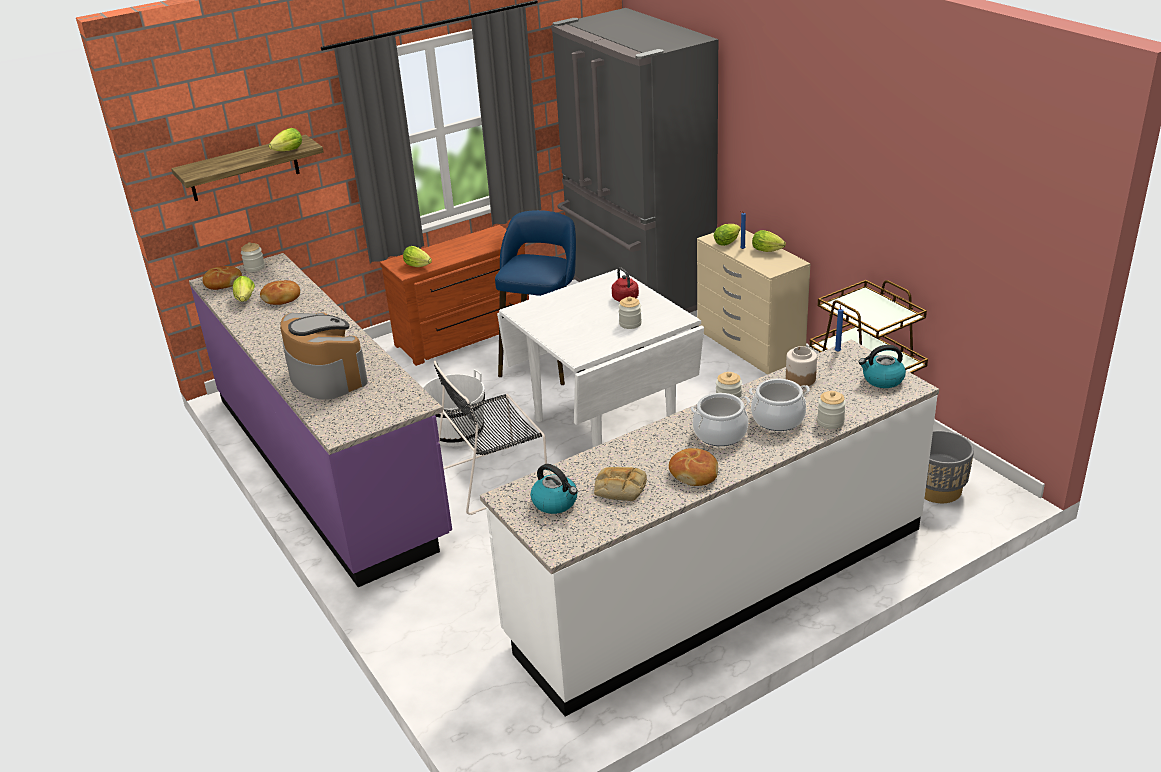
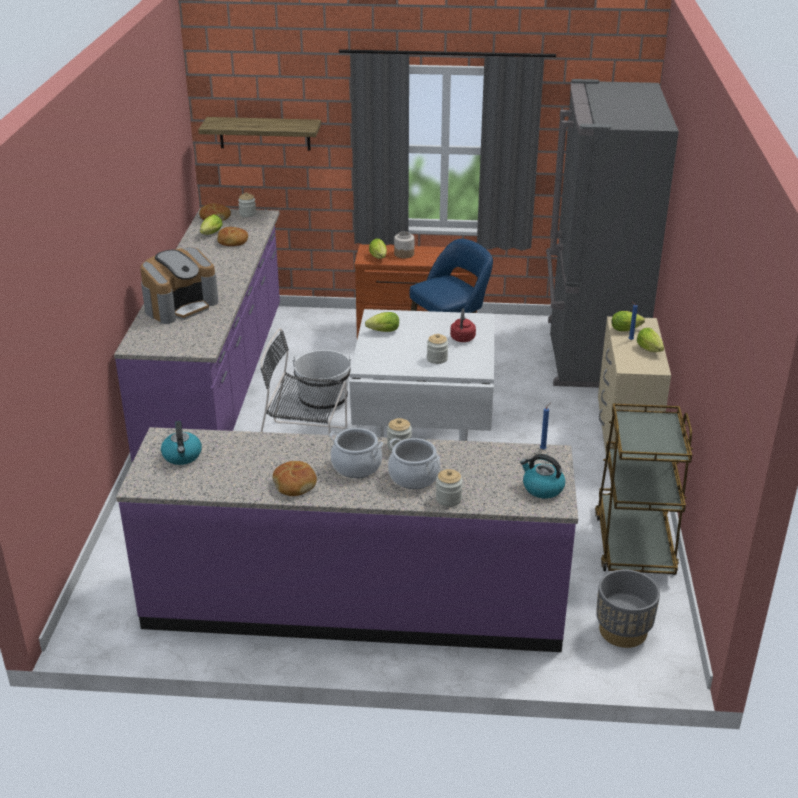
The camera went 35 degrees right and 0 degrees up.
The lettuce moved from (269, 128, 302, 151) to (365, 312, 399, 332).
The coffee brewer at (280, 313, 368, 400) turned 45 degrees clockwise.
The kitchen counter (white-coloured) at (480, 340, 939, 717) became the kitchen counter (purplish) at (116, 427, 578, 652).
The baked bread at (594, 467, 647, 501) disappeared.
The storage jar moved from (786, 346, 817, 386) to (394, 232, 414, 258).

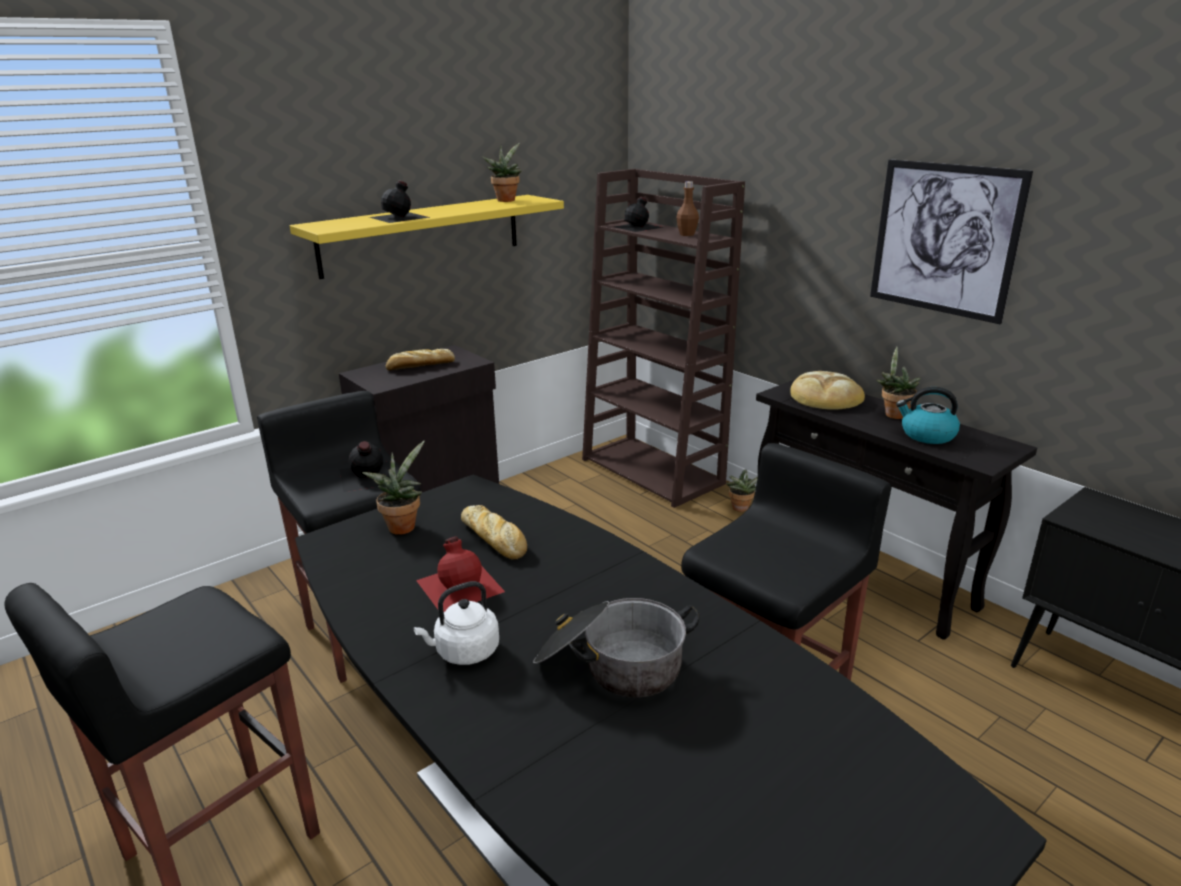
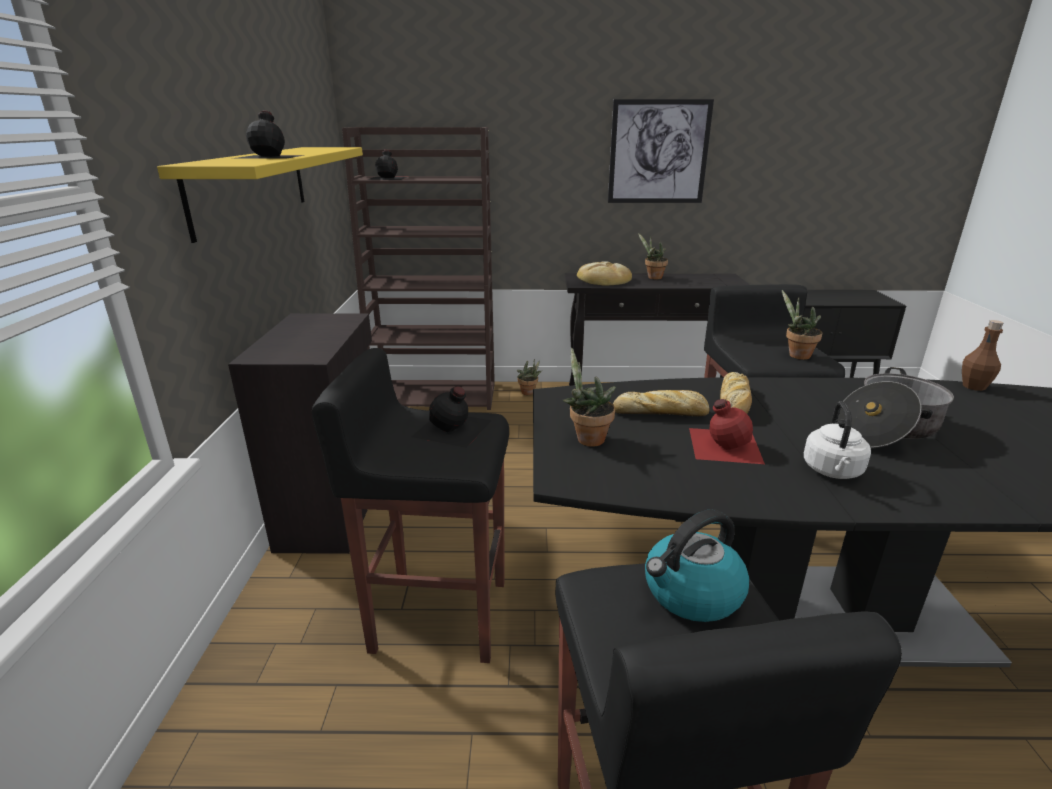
The camera went 50 degrees left and 0 degrees up.
The baked bread moved from (386, 349, 455, 371) to (720, 372, 752, 414).
The plant in a pot moved from (482, 143, 522, 202) to (782, 290, 822, 360).
The beverage bottle (brown-coloured) moved from (677, 181, 699, 236) to (962, 320, 1003, 391).
The water kettle moved from (896, 387, 960, 444) to (645, 509, 750, 622).

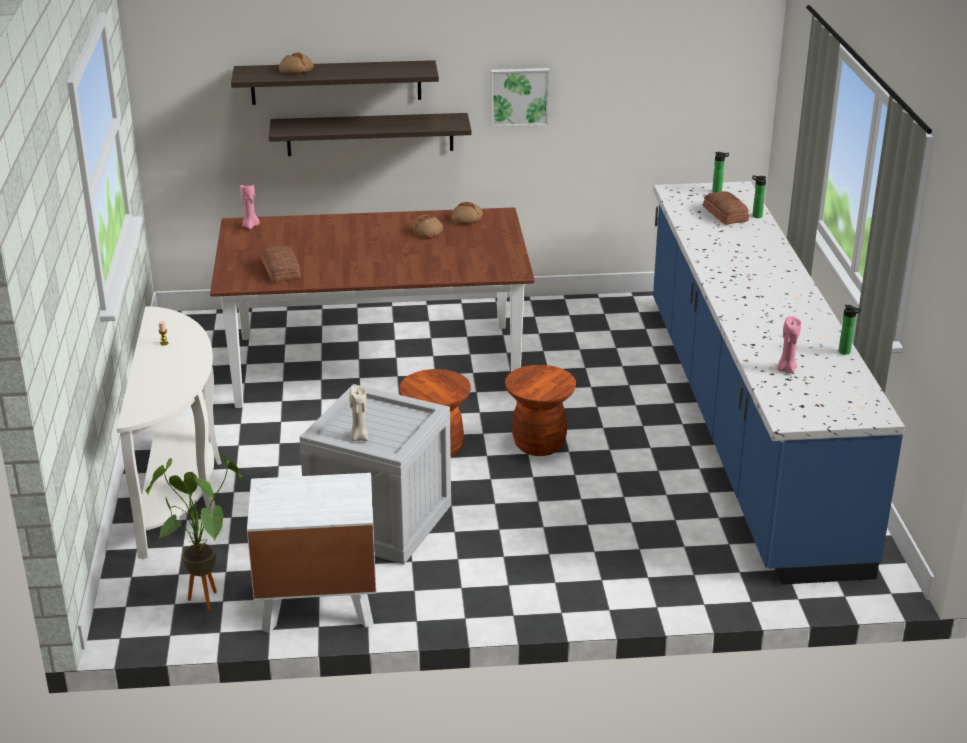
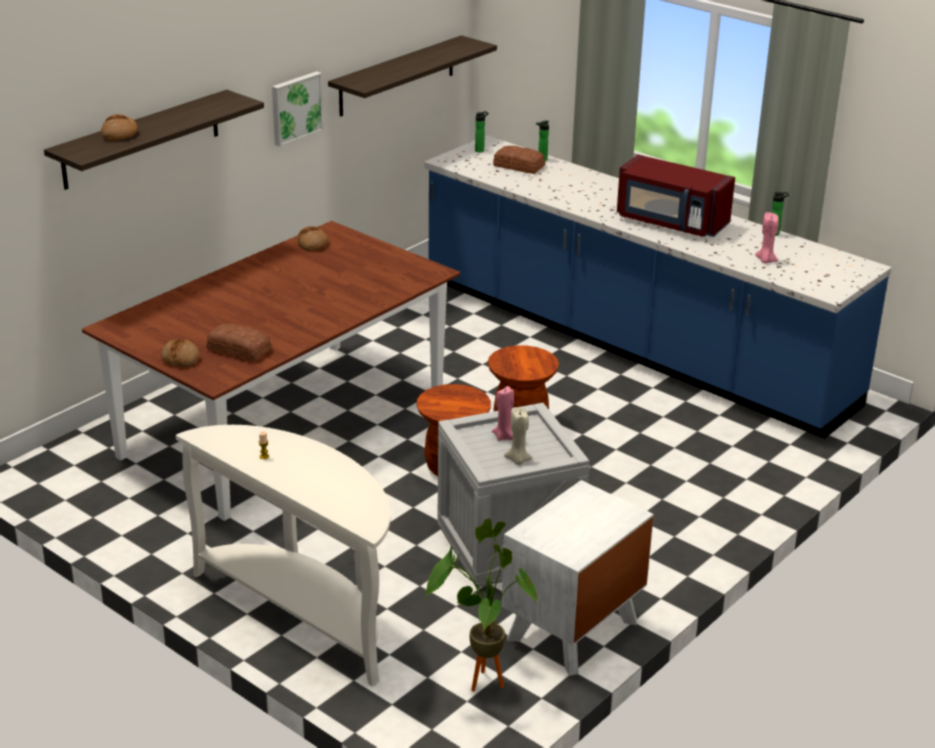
The camera went 45 degrees left and 0 degrees up.
The candle (pinkish) moved from (240, 185, 260, 229) to (492, 386, 514, 441).
The shelf moved from (269, 113, 472, 156) to (328, 35, 497, 117).
The baked bread moved from (412, 214, 443, 238) to (161, 339, 200, 367).
The microwave (red-coloured) at (617, 155, 735, 237) appeared.

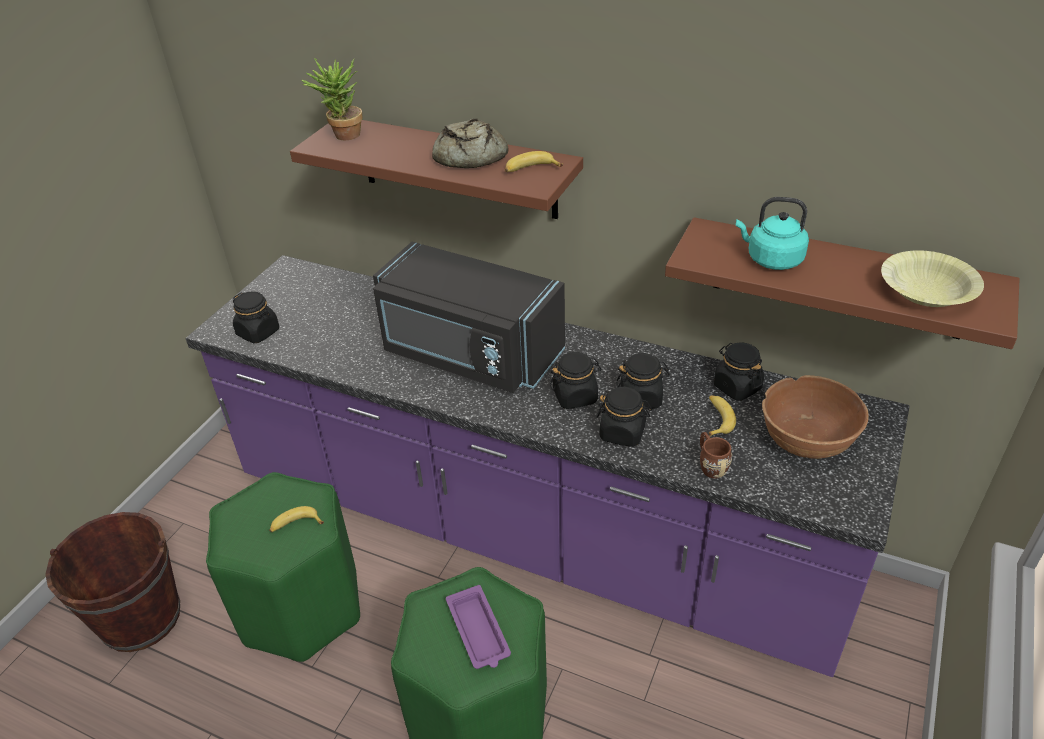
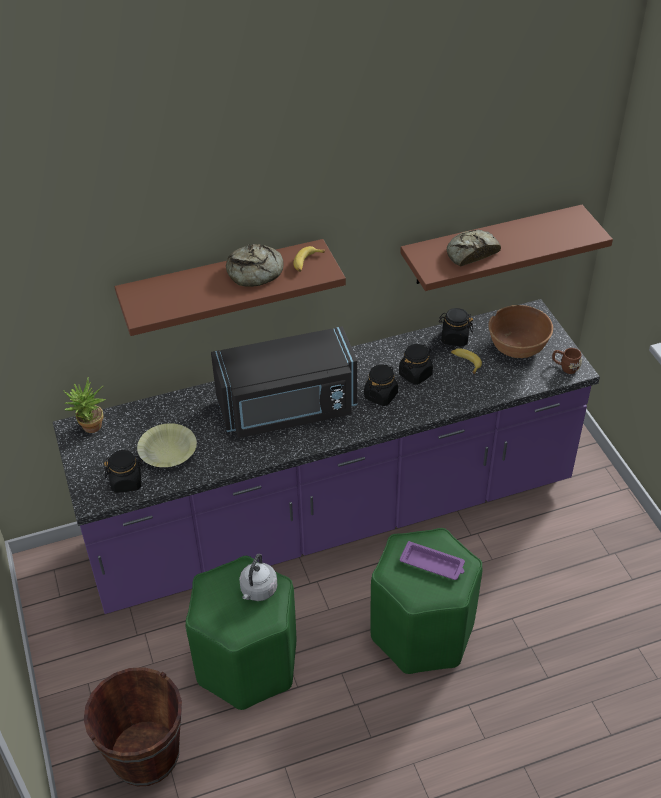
The camera went 45 degrees left and 5 degrees up.
The whole banana at (269, 506, 324, 532) was replaced by the water kettle (grey) at (239, 554, 278, 601).
The plant in a pot moved from (301, 58, 363, 140) to (63, 377, 106, 433).
The storage jar (blackish) at (597, 387, 652, 447) disappeared.
The mug (brown-coloured) moved from (700, 432, 732, 479) to (552, 348, 582, 374).
The water kettle (blue-green) at (736, 197, 809, 270) was replaced by the baked bread at (447, 230, 501, 267).
The serving bowl (yellow) moved from (881, 250, 984, 307) to (137, 423, 197, 467).

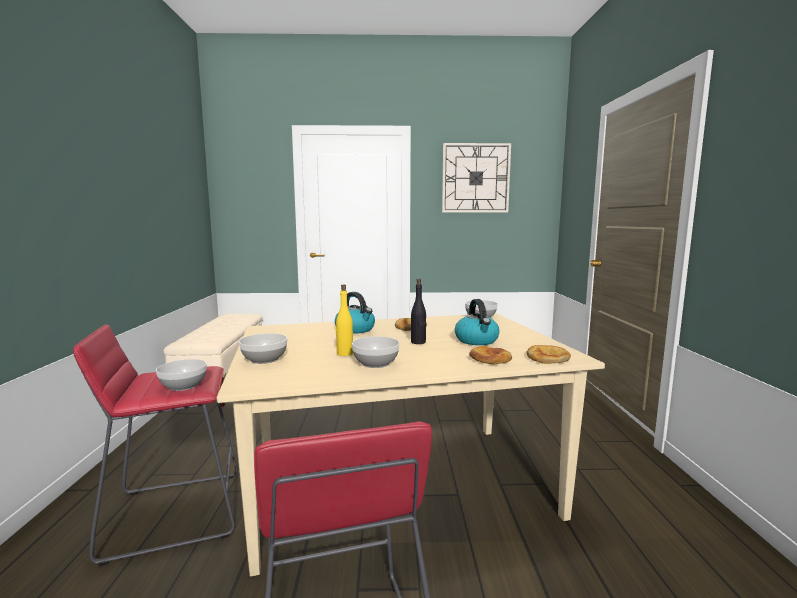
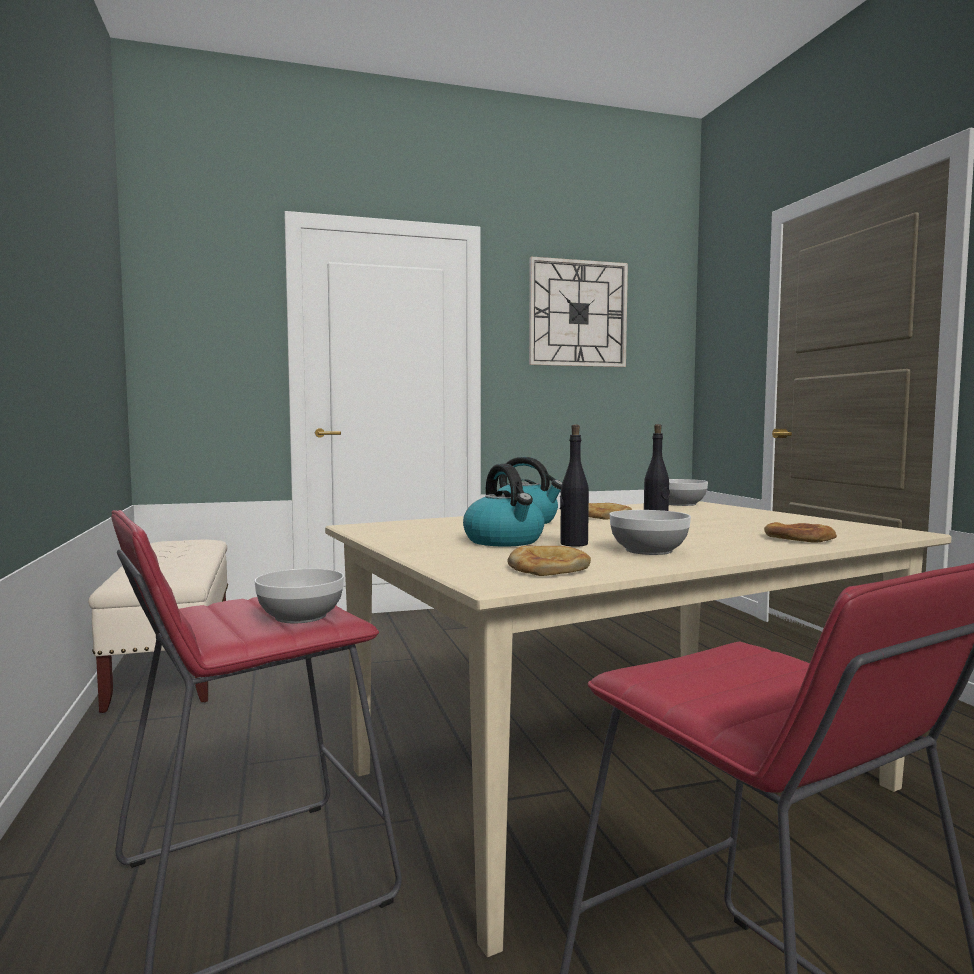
The camera went 15 degrees left and 5 degrees down.
The serving bowl at (239, 333, 287, 364) disappeared.
The beverage bottle (yellow) at (336, 284, 353, 356) became the beverage bottle (blackish) at (560, 425, 589, 547).
The water kettle moved from (455, 299, 499, 345) to (463, 464, 545, 547).
The baked bread moved from (526, 345, 571, 364) to (508, 546, 591, 576).

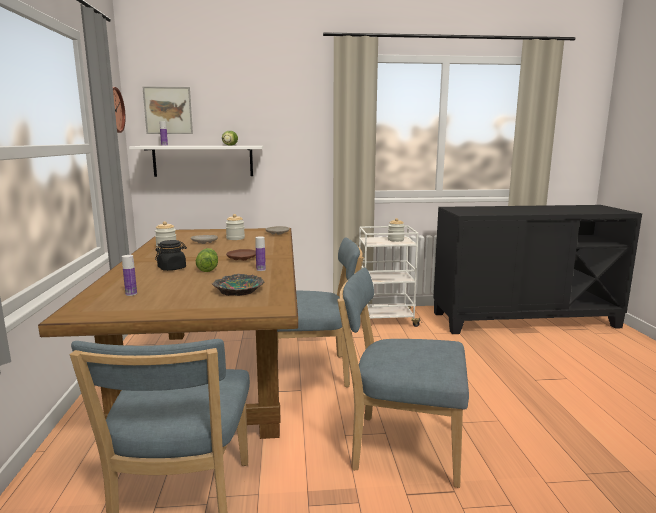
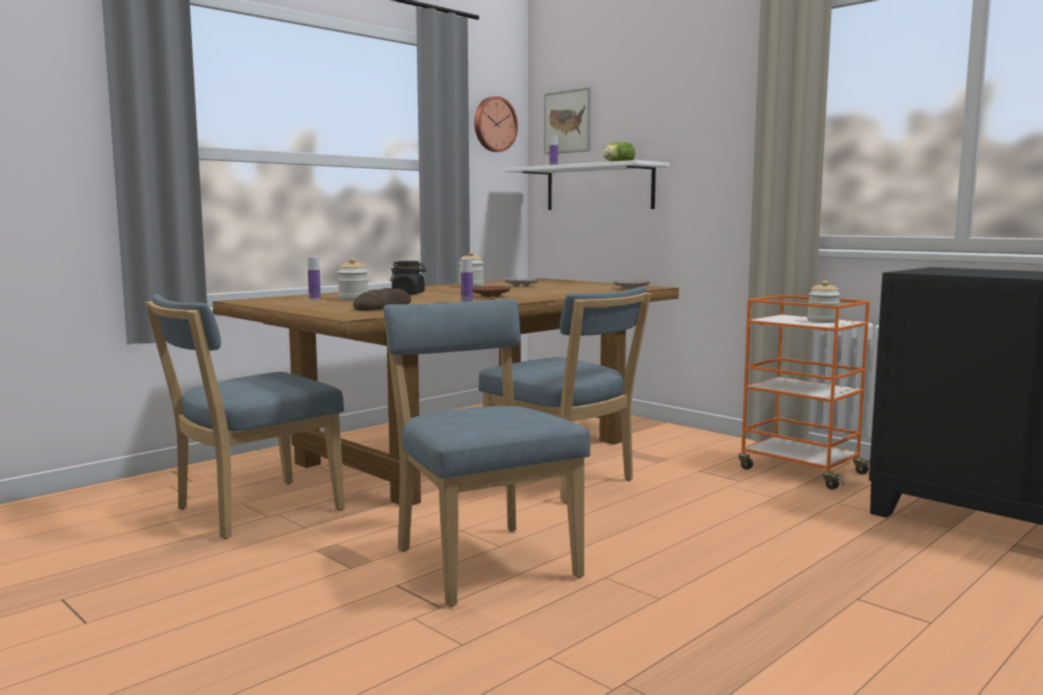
The camera went 50 degrees right and 5 degrees down.
The lettuce at (196, 248, 218, 272) disappeared.
The serving bowl at (212, 274, 264, 296) was replaced by the baked bread at (353, 288, 411, 311).
The storage jar moved from (226, 214, 245, 240) to (337, 258, 368, 300).
The trolley (white-coloured) at (359, 226, 422, 327) became the trolley (orange-coloured) at (738, 295, 870, 490).

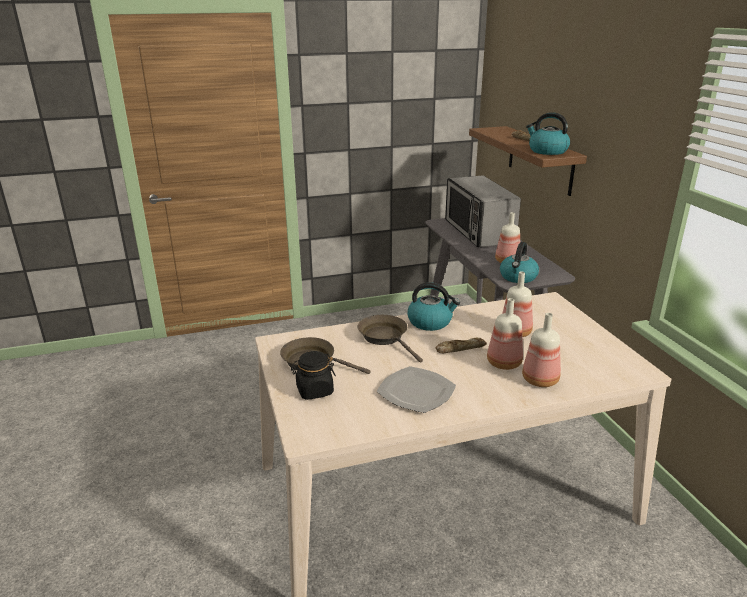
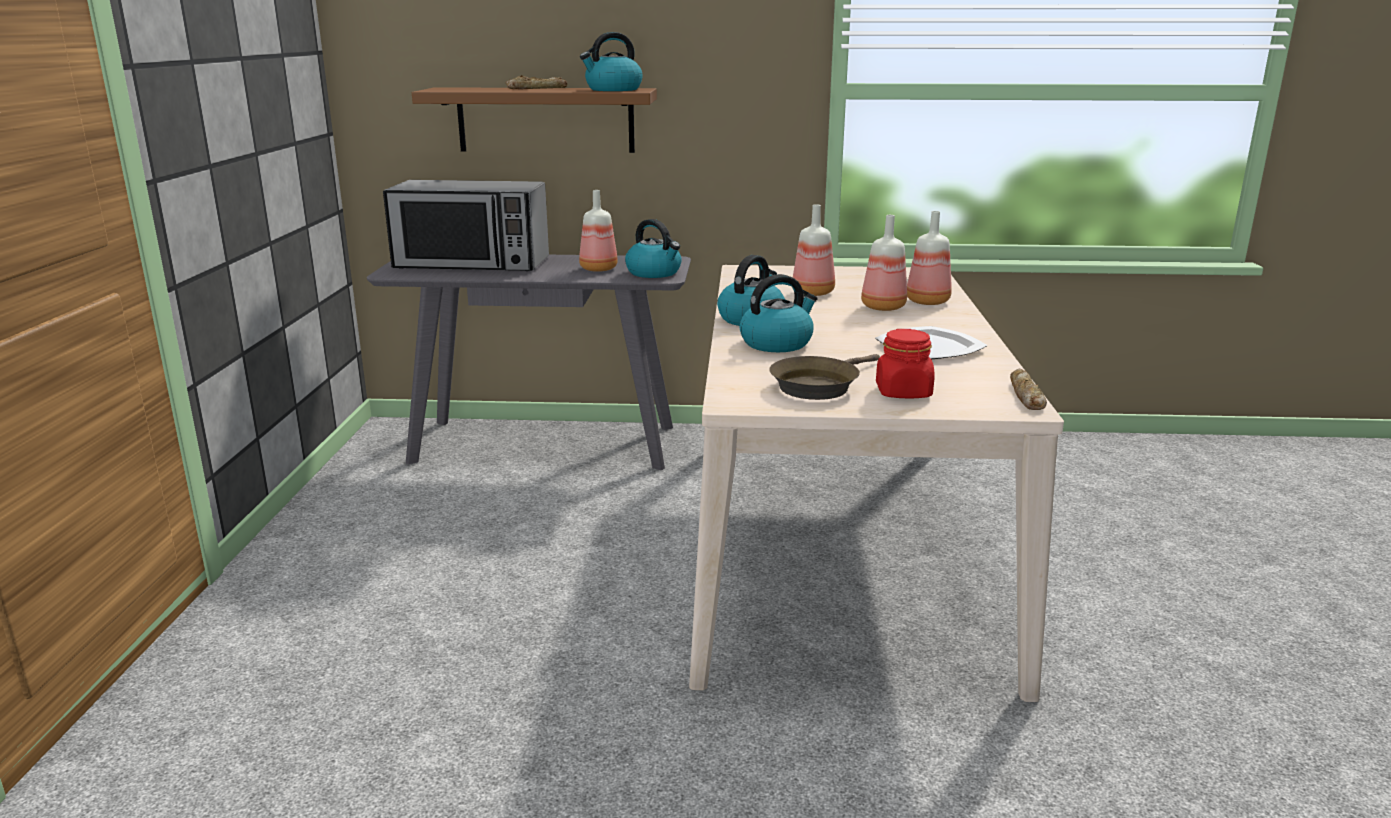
The camera went 70 degrees left and 5 degrees down.
The storage jar (blackish) at (291, 351, 336, 400) became the storage jar (red-coloured) at (876, 329, 935, 399).
The frying pan (brown-coloured) at (358, 315, 423, 363) was replaced by the water kettle at (740, 274, 818, 352).
The baked bread moved from (435, 337, 487, 353) to (1010, 369, 1047, 410).

